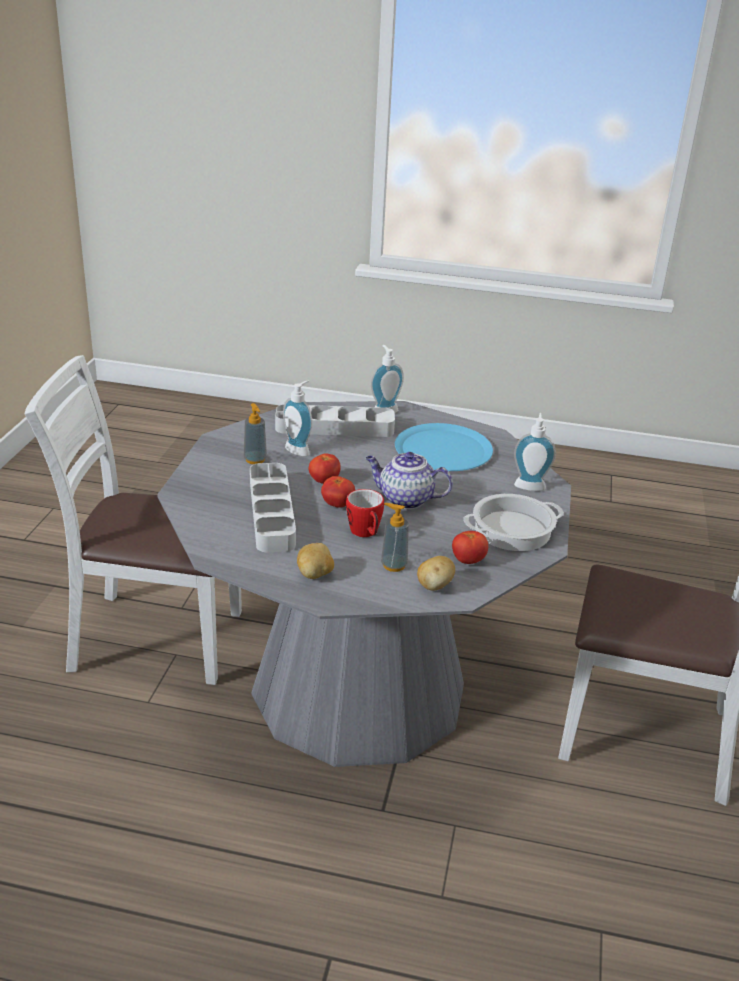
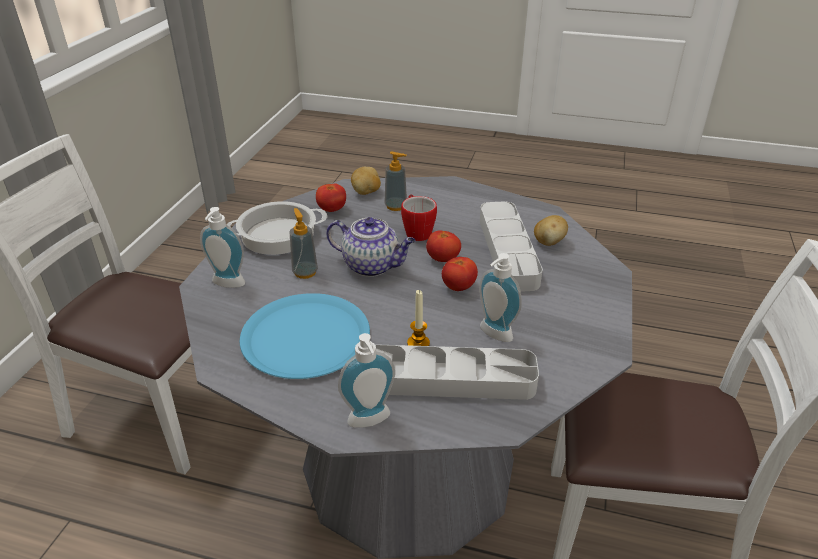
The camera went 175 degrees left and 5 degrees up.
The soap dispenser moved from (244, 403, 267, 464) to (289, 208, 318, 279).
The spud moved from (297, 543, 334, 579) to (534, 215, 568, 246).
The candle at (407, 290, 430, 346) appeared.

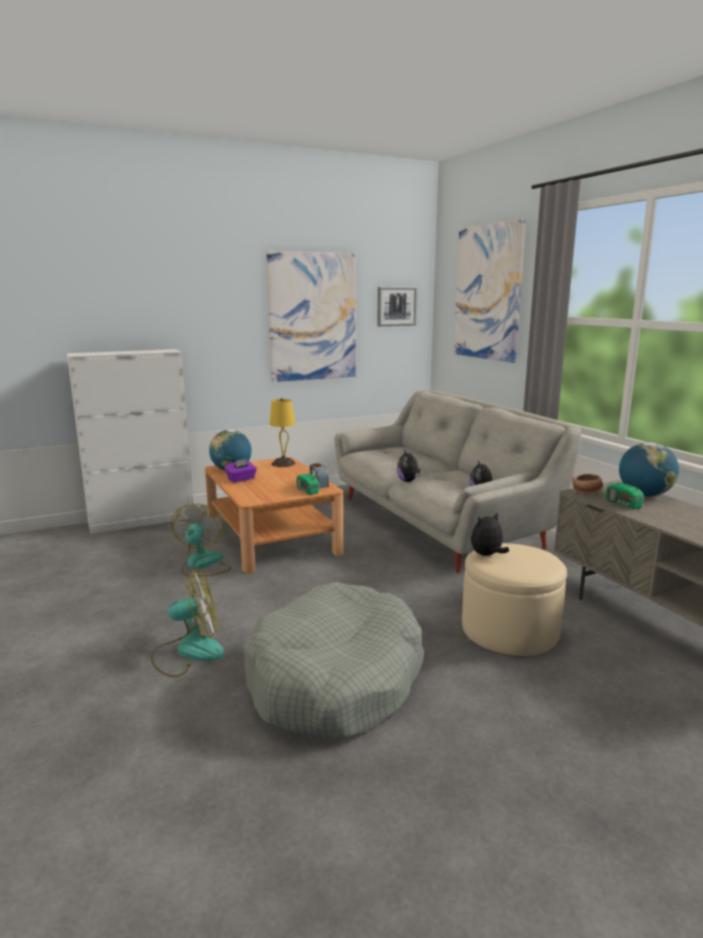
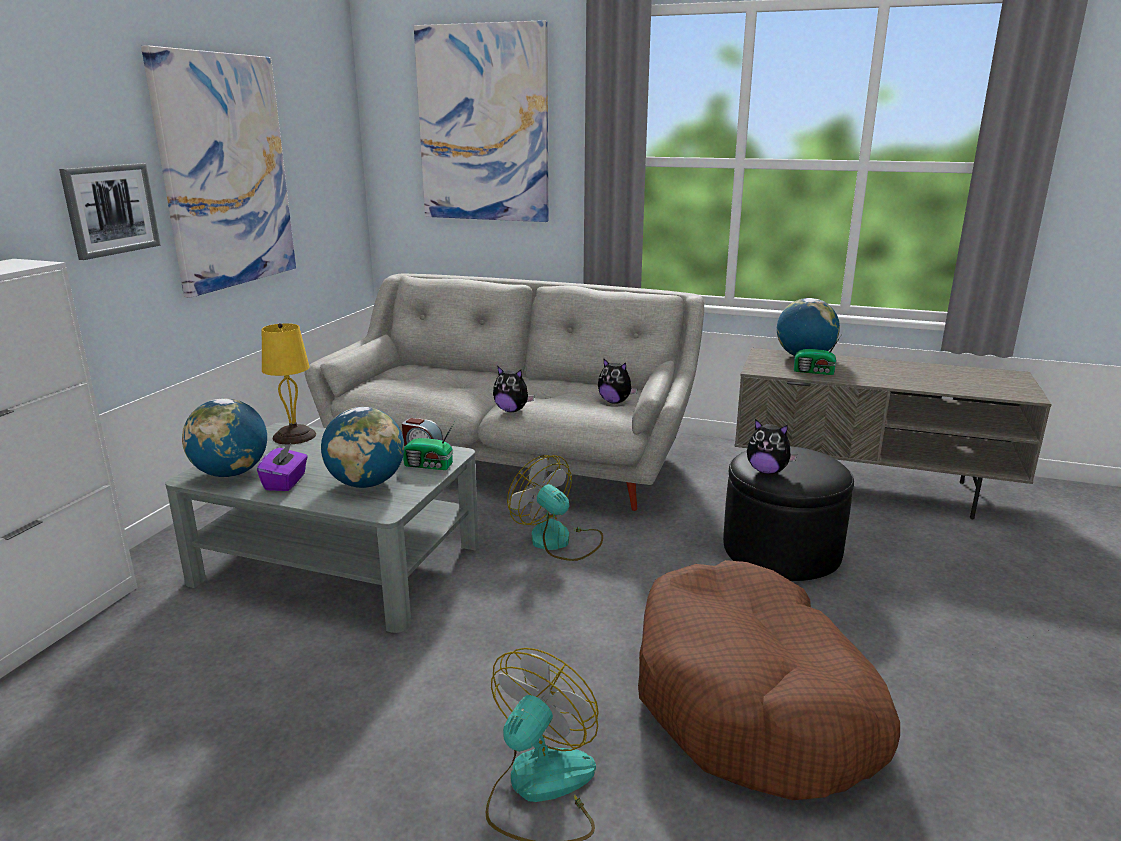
The camera went 45 degrees left and 5 degrees up.
The electric fan moved from (172, 504, 231, 577) to (507, 455, 603, 561).
The coffee table (brown-coloured) at (205, 457, 343, 574) became the coffee table (grey) at (165, 422, 479, 633).
The pet bed (grey) at (243, 582, 424, 739) became the pet bed (brown-coloured) at (638, 560, 900, 800).
The picture moved from (377, 287, 417, 326) to (59, 163, 161, 260).
The footrest (beige-coloured) at (462, 543, 567, 656) became the footrest (blackish) at (723, 446, 854, 581).
The plush toy at (471, 513, 509, 556) turned 75 degrees counterclockwise.
The serving bowl at (572, 474, 603, 494) disappeared.
The globe at (321, 407, 404, 488) appeared.

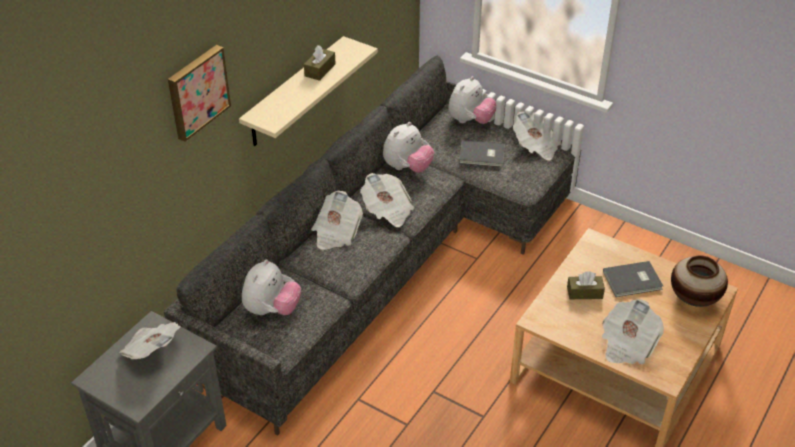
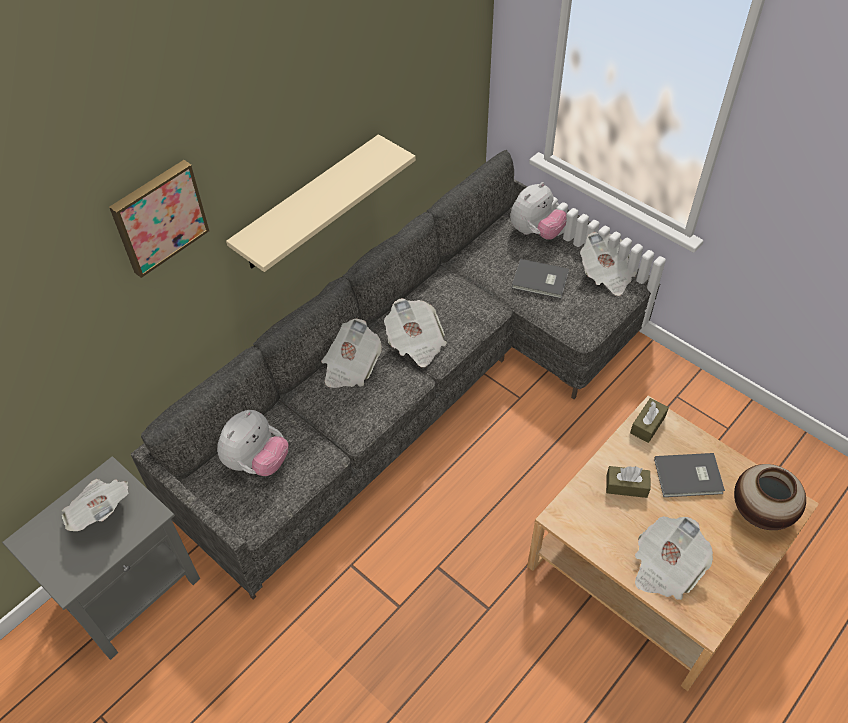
The camera went 10 degrees right and 10 degrees up.
The tissue holder (brown-coloured) moved from (304, 45, 336, 81) to (630, 398, 669, 443).
The plush toy at (383, 122, 434, 173) disappeared.

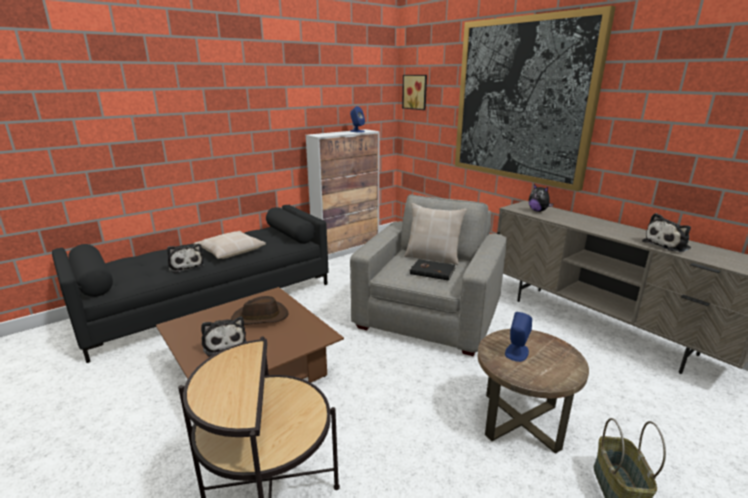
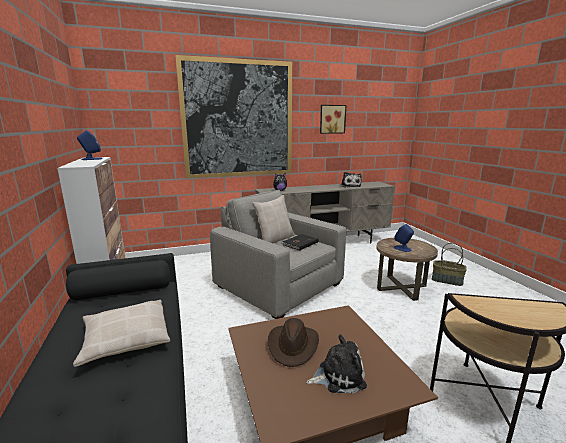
The camera went 70 degrees left and 5 degrees down.
The plush toy at (167, 244, 204, 273) disappeared.
The picture moved from (402, 75, 427, 110) to (320, 105, 347, 134).

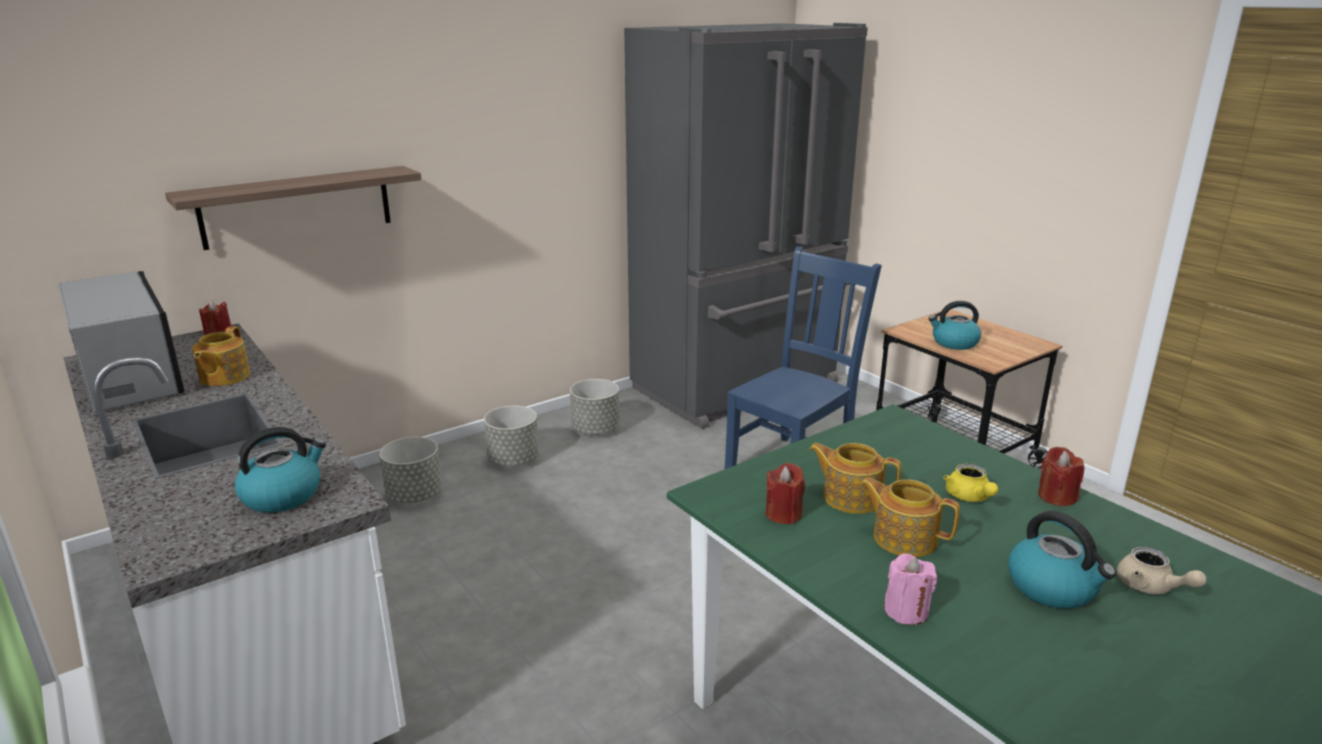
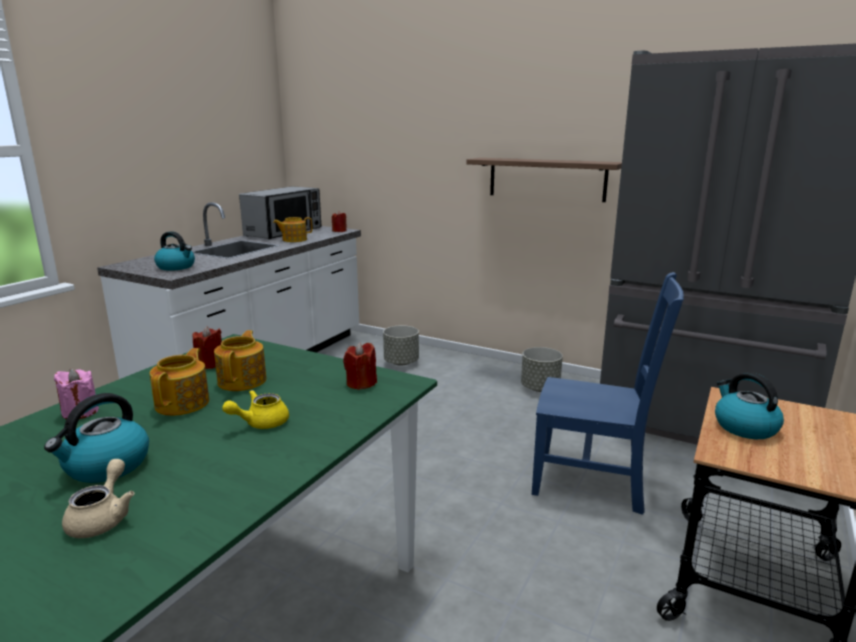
The camera went 65 degrees right and 5 degrees down.
The shelf moved from (165, 166, 422, 250) to (467, 158, 622, 202).
The flower pot (grey) at (484, 406, 539, 466) disappeared.
The candle (red-coloured) moved from (1038, 447, 1085, 506) to (343, 342, 377, 390).
The teapot (beige-coloured) at (1117, 547, 1207, 595) turned 150 degrees clockwise.

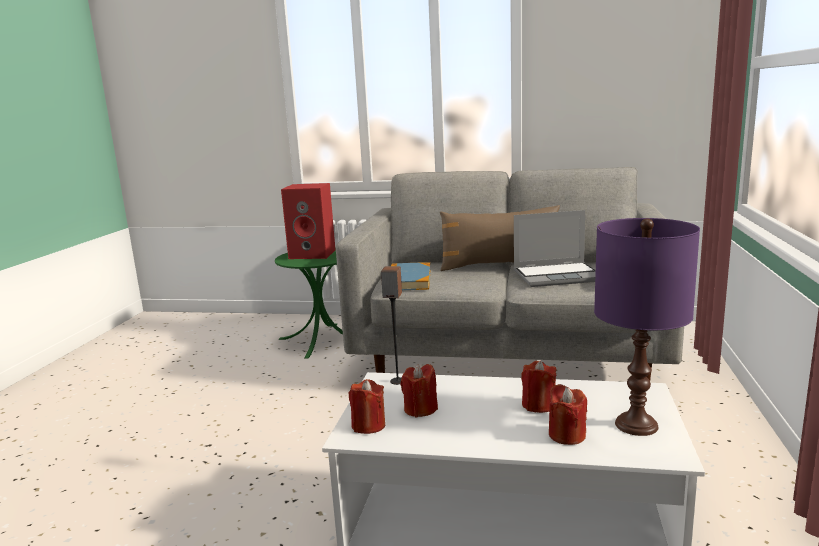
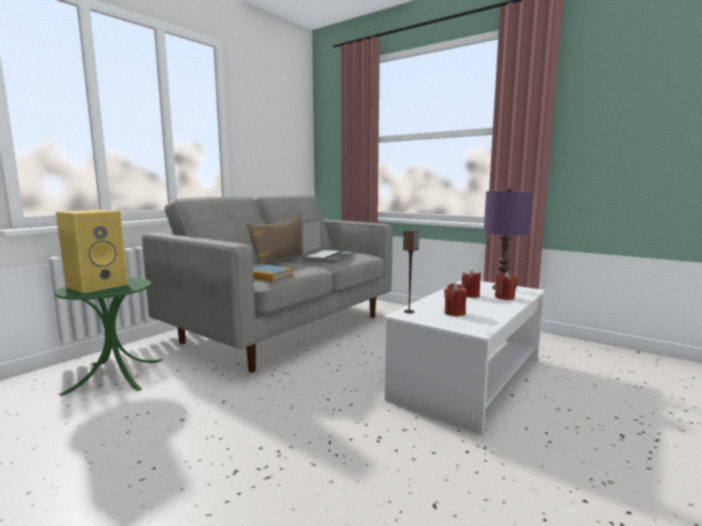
The camera went 65 degrees left and 5 degrees down.
The loudspeaker (red-coloured) at (281, 183, 336, 259) became the loudspeaker (yellow) at (56, 210, 128, 293).
The candle (red-coloured) at (348, 379, 385, 434) disappeared.

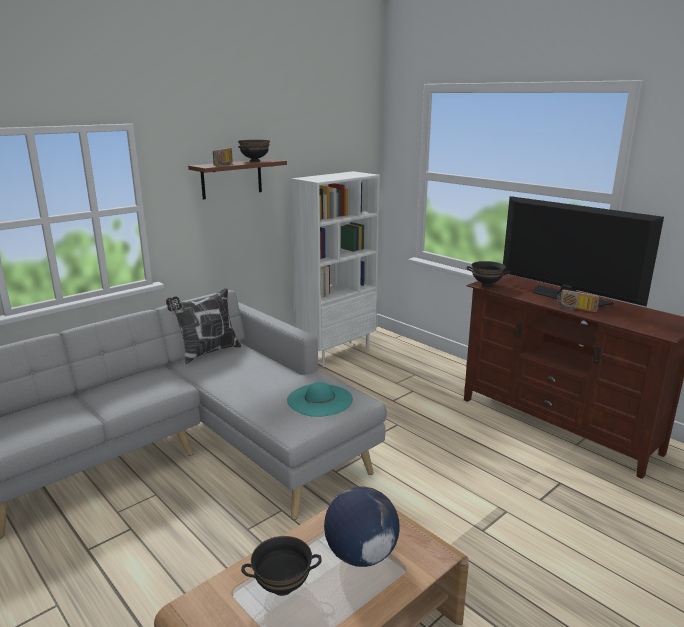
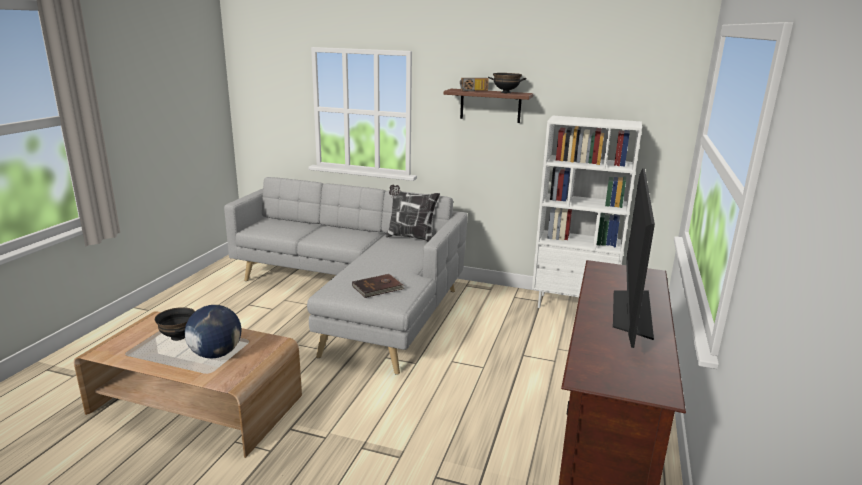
The camera went 60 degrees right and 0 degrees up.
The hat (blue-green) at (287, 382, 353, 417) was replaced by the bound book (brown-coloured) at (352, 274, 405, 298).
The serving bowl (blackish) at (466, 261, 510, 287) disappeared.
The radio receiver at (557, 289, 600, 312) disappeared.

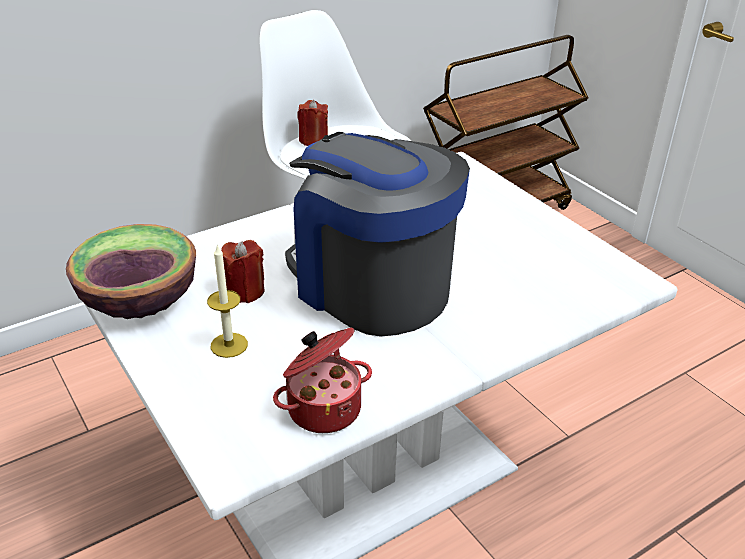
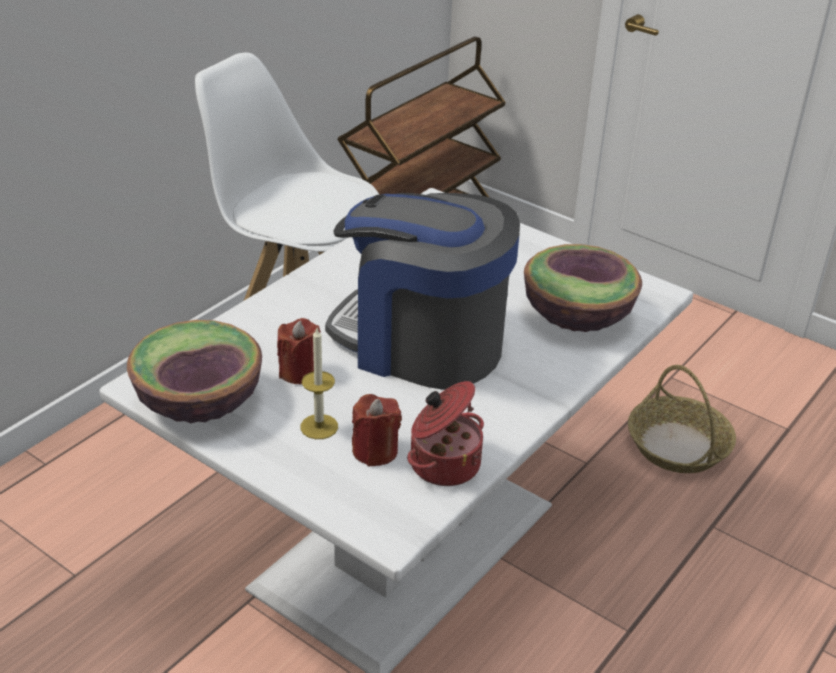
The camera went 20 degrees left and 0 degrees up.
The candle (red-coloured) moved from (297, 100, 328, 146) to (352, 394, 402, 466).
The serving bowl at (524, 244, 642, 332) appeared.
The household basket at (628, 365, 736, 473) appeared.

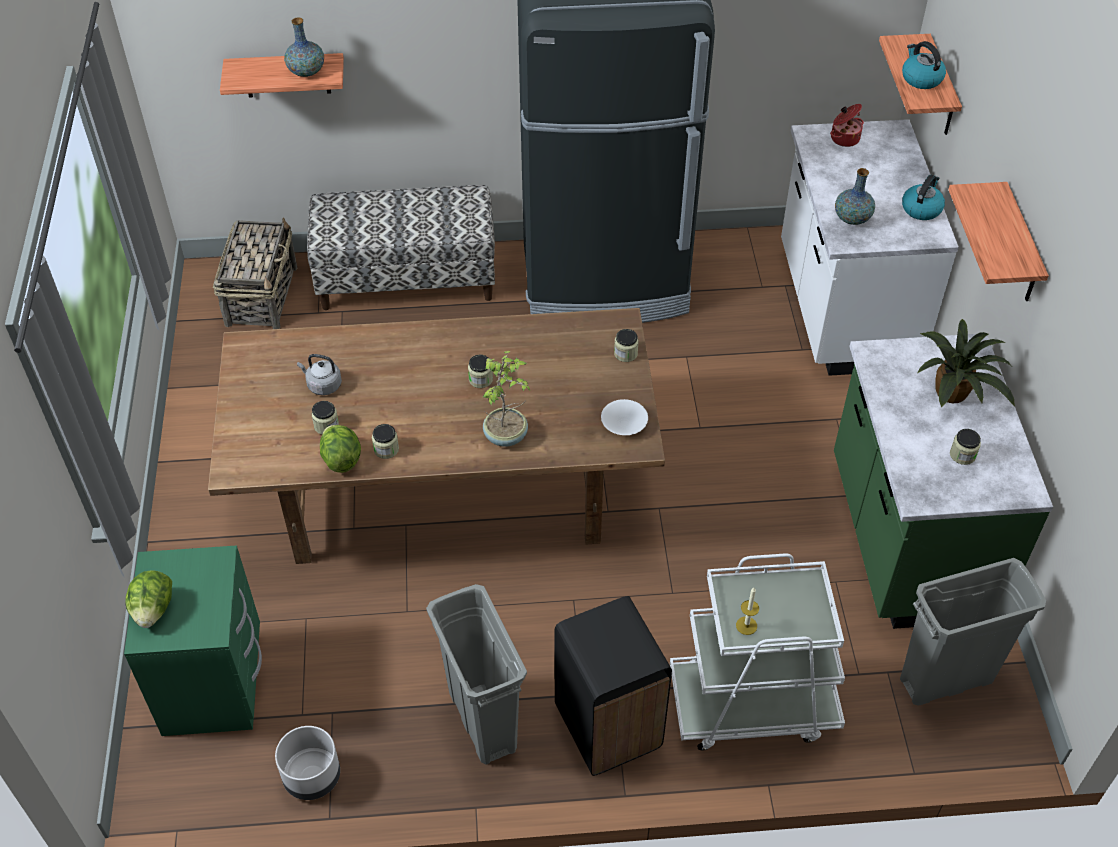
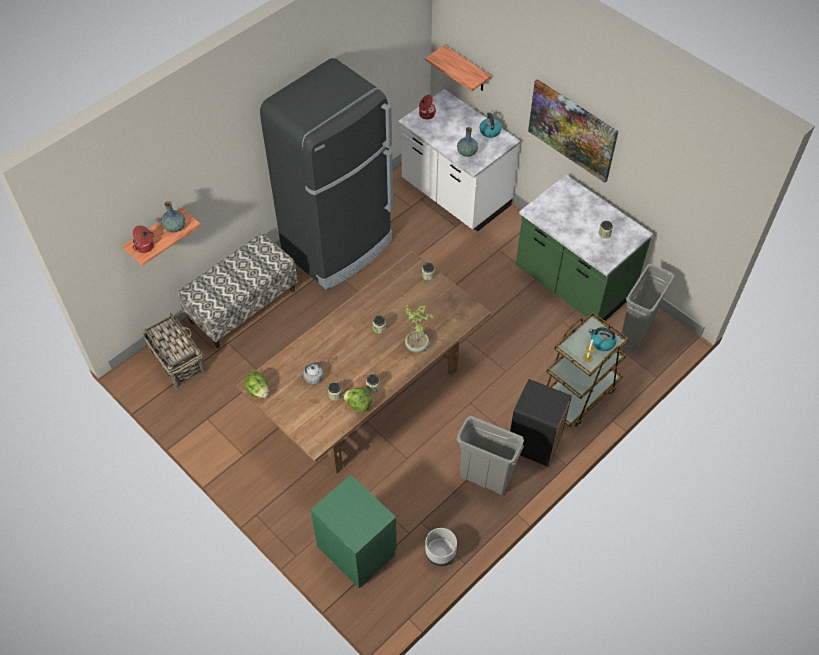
The camera went 40 degrees left and 5 degrees up.
The lettuce moved from (126, 570, 172, 628) to (244, 371, 269, 398).
The serving bowl (white-coloured) at (601, 399, 648, 435) disappeared.
The trolley (white-coloured) at (670, 553, 845, 750) became the trolley (brown-coloured) at (547, 312, 628, 427).
The water kettle moved from (902, 41, 946, 89) to (589, 327, 617, 351).
The plant in a pot at (918, 319, 1015, 407) disappeared.
The shelf at (948, 182, 1049, 301) was replaced by the picture at (528, 79, 619, 183).
The cooking pot at (132, 225, 154, 253) appeared.

